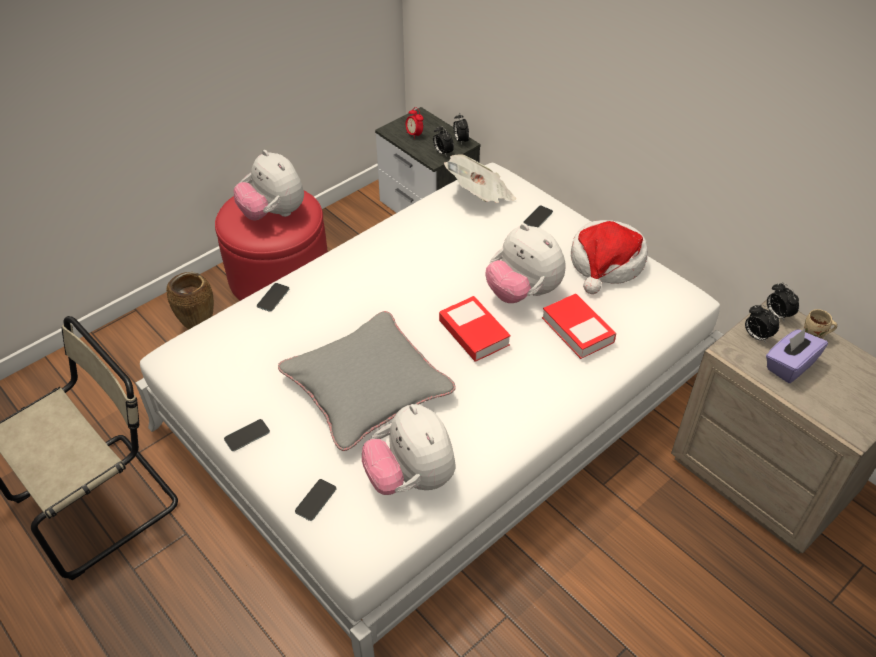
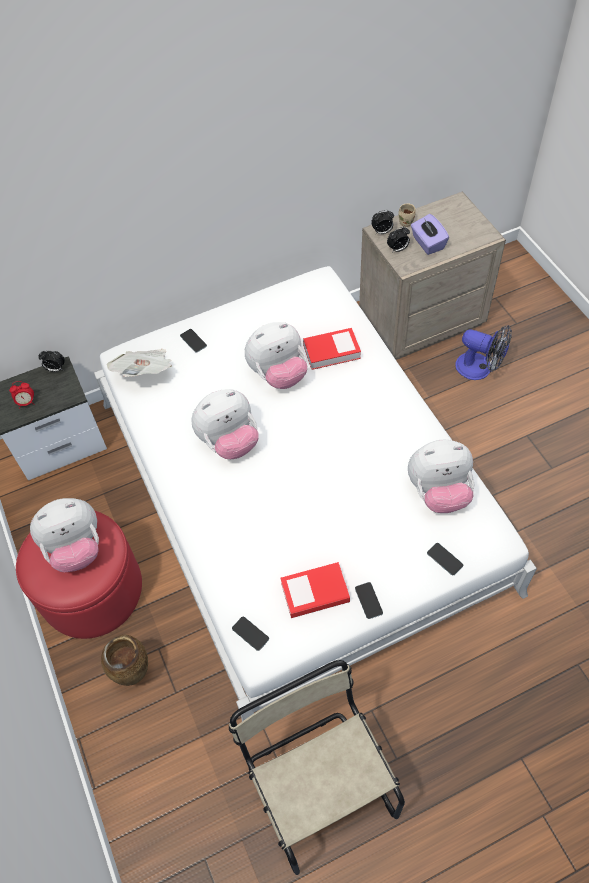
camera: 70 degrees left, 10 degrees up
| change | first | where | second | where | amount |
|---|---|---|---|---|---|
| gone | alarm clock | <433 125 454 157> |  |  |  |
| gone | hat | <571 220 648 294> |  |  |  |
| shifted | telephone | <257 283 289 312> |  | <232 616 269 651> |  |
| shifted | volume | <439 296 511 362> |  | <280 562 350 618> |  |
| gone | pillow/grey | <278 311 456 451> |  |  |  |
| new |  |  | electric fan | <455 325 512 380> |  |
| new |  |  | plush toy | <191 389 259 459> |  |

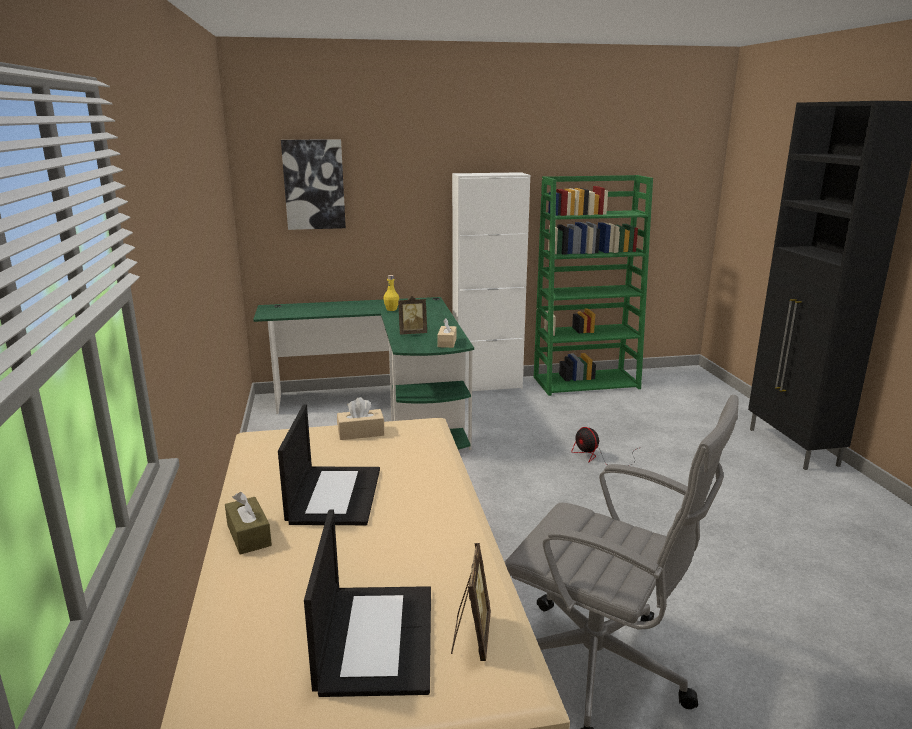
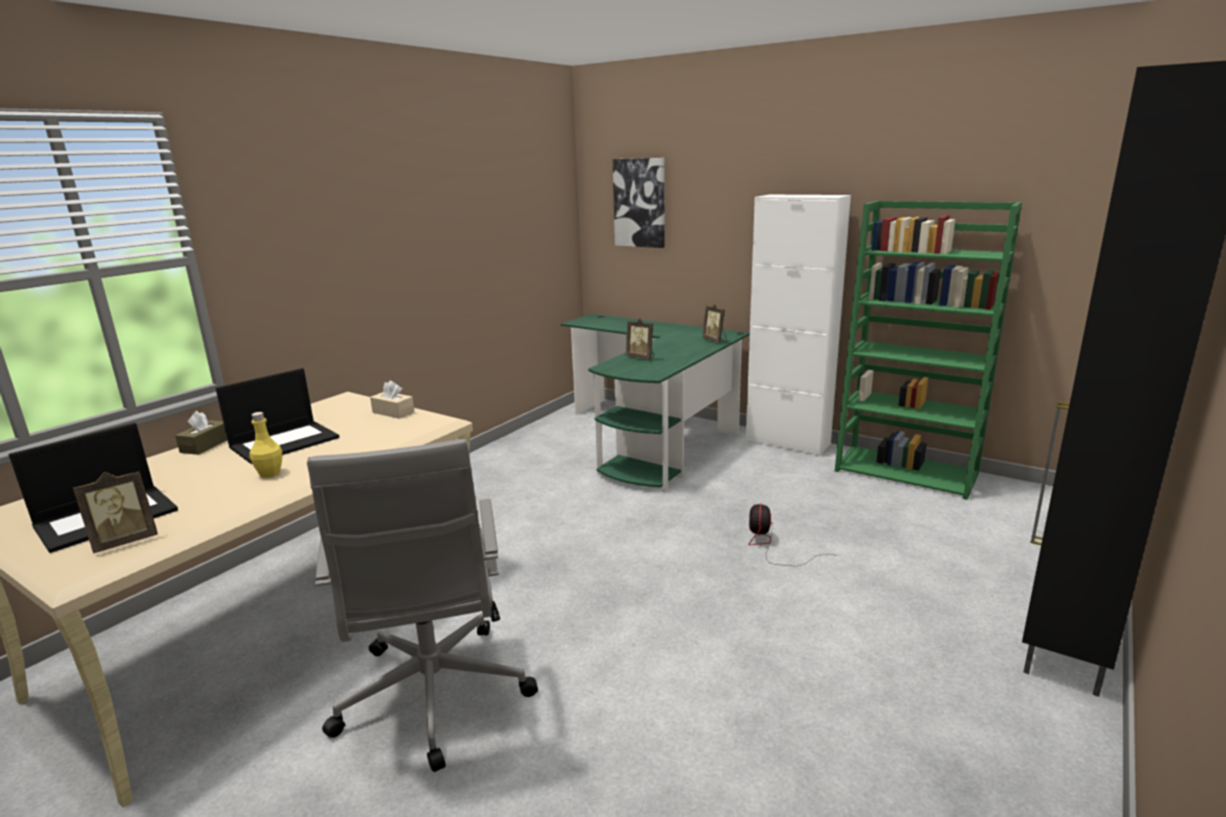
camera: 45 degrees right, 0 degrees up
| change | first | where | second | where | amount |
|---|---|---|---|---|---|
| shifted | drink bottle/yellowish | <383 275 399 311> |  | <250 412 282 478> |  |
| gone | box of tissues/beige-coloured | <437 318 457 348> |  |  |  |
| new |  |  | picture frame | <702 304 727 343> |  |

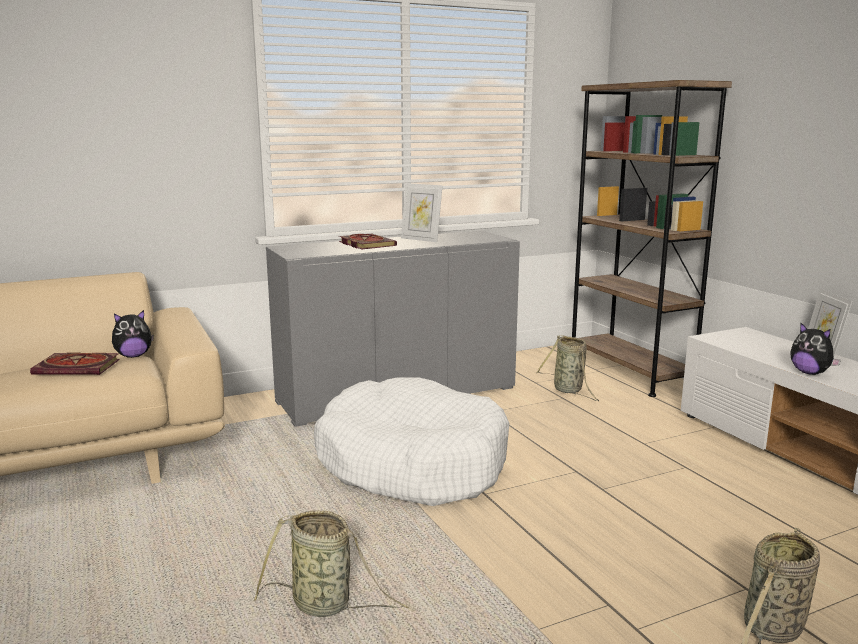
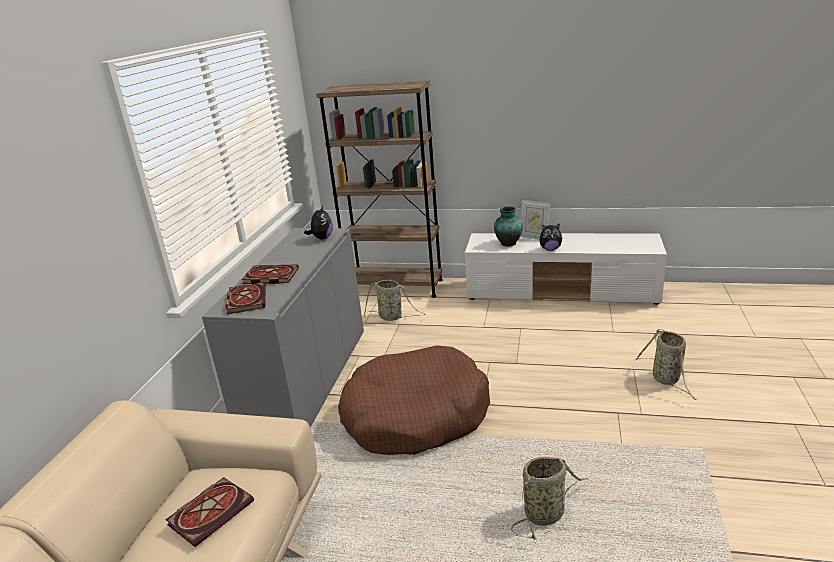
camera: 50 degrees left, 10 degrees up
| change | first | where | second | where | amount |
|---|---|---|---|---|---|
| gone | picture frame | <401 183 443 242> |  |  |  |
| shifted | plush toy | <112 310 154 358> |  | <304 205 333 240> |  |
| repainted | dog bed/white-coloured | <314 377 509 506> | dog bed/brown-coloured | <338 345 490 455> |  |
| new |  |  | flower vase | <494 206 523 246> |  |
| new |  |  | volume | <226 282 266 314> |  |

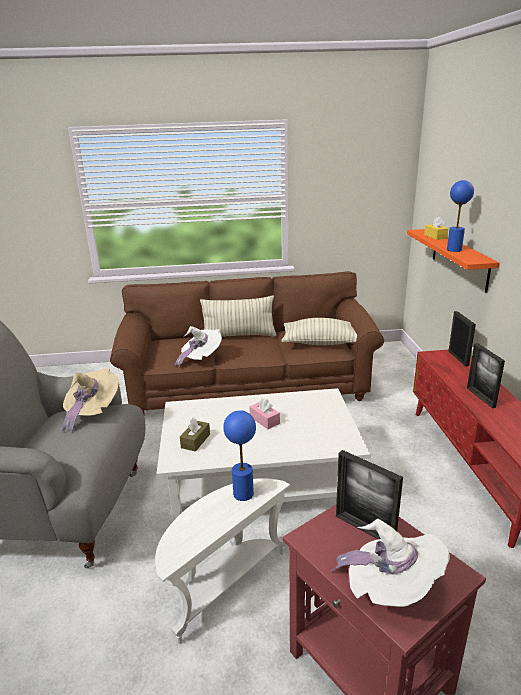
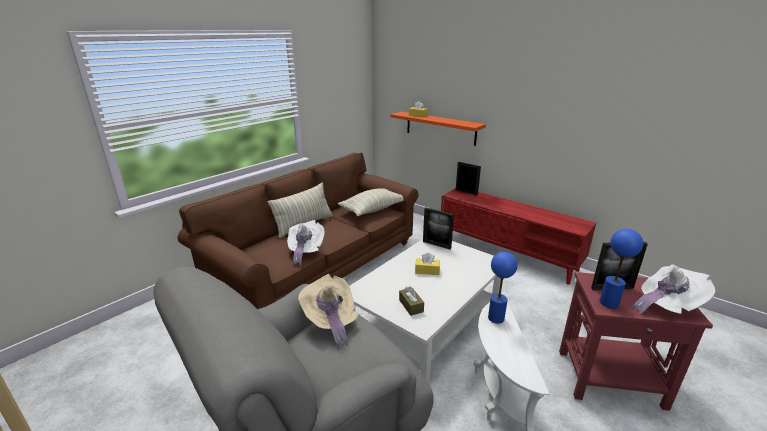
camera: 45 degrees left, 0 degrees up
| change | first | where | second | where | amount |
|---|---|---|---|---|---|
| shifted | lamp for a table/blue | <447 180 474 252> |  | <600 229 643 308> |  |
| shifted | picture frame | <467 343 505 408> |  | <423 208 454 249> |  |
| repainted | box of tissues/pink-coloured | <249 398 280 429> | box of tissues/yellowish | <415 253 440 275> |  |

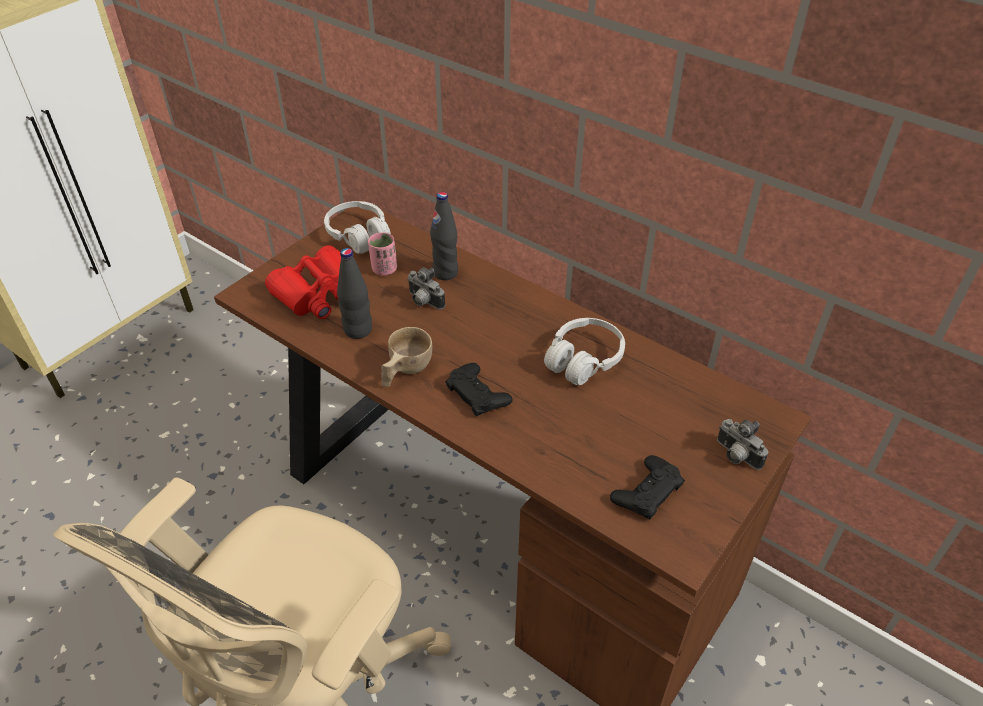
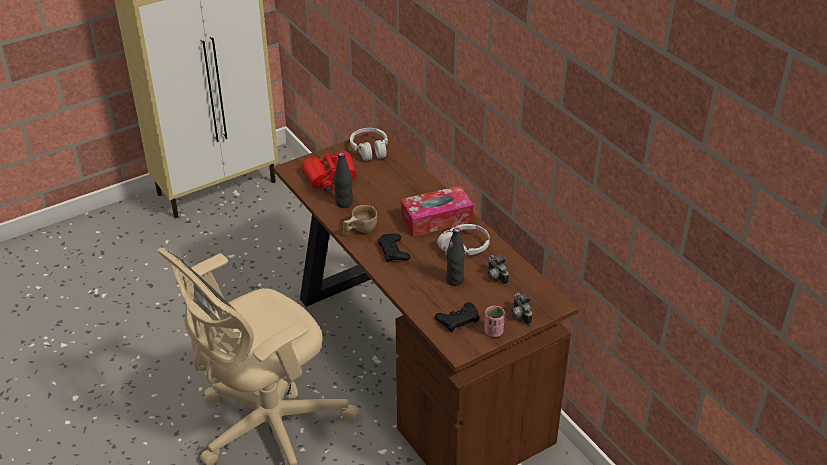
camera: 20 degrees right, 5 degrees down
| change | first | where | second | where | amount |
|---|---|---|---|---|---|
| shifted | drink bottle/black-coloured | <430 192 458 280> |  | <446 228 465 286> |  |
| shifted | small cup/pink-coloured | <368 232 397 276> |  | <484 306 505 337> |  |
| shifted | photo camera | <407 267 445 309> |  | <488 255 509 285> |  |
| new |  |  | box of tissues | <401 186 473 237> |  |

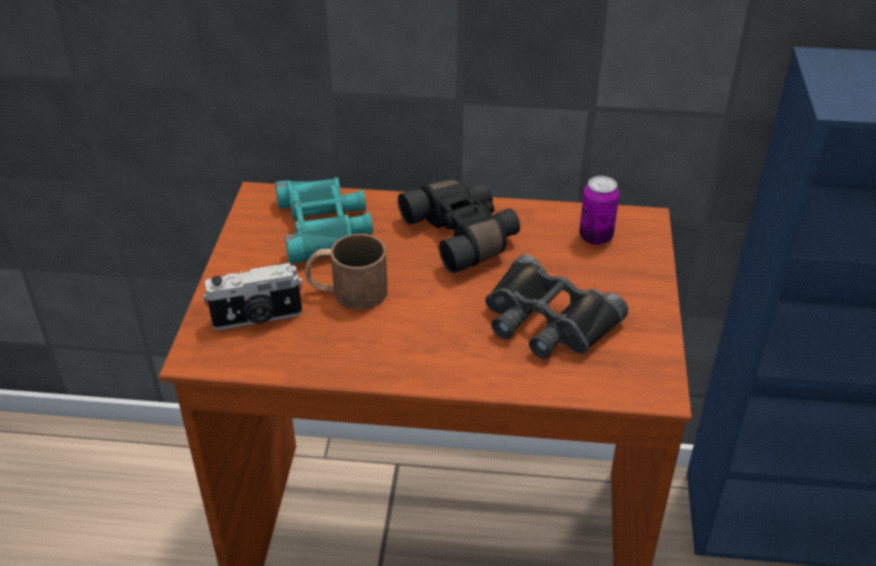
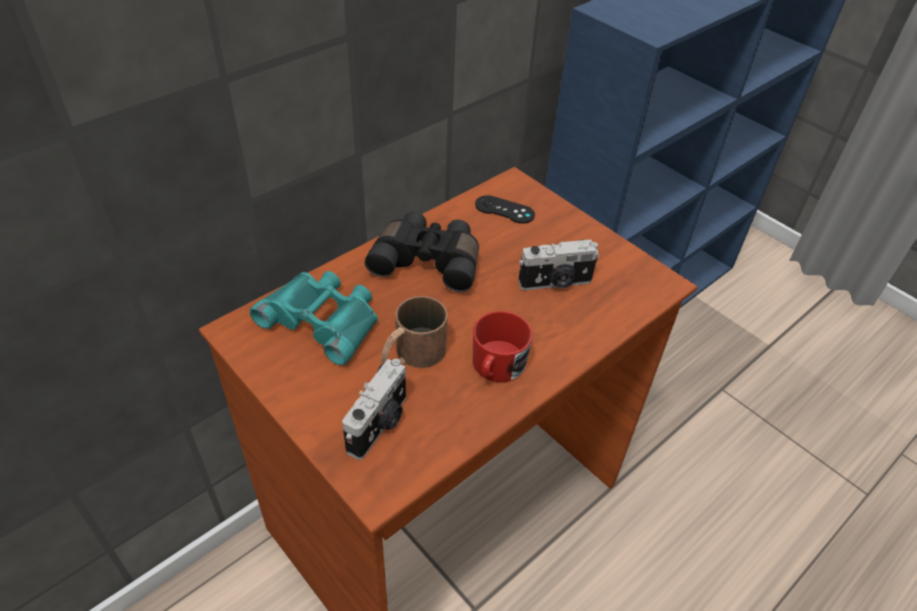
camera: 50 degrees left, 5 degrees up
| change | first | where | second | where | amount |
|---|---|---|---|---|---|
| swapped | metal can | <579 176 620 245> | gamepad/black-coloured | <475 195 535 224> |  |
| swapped | binoculars/black-coloured | <485 254 628 359> | photo camera | <518 239 599 290> |  |
| new |  |  | coffee mug/red | <473 311 533 382> |  |

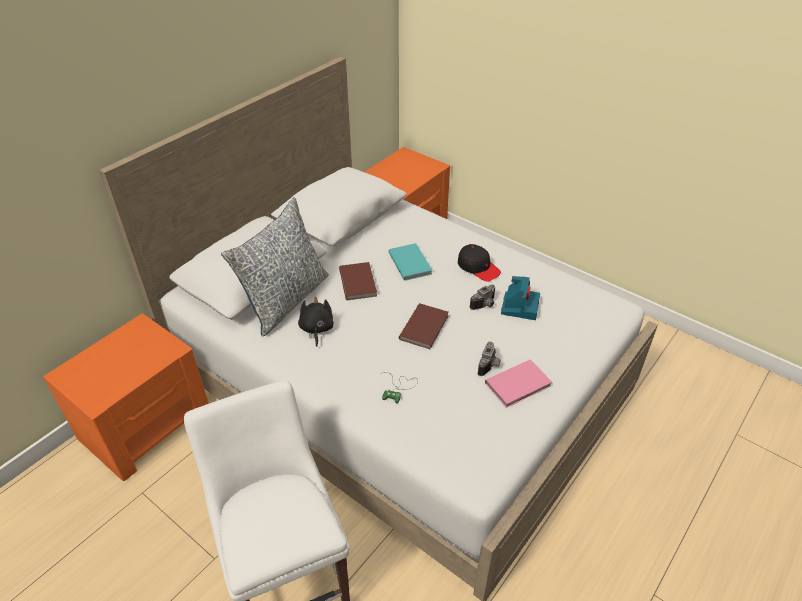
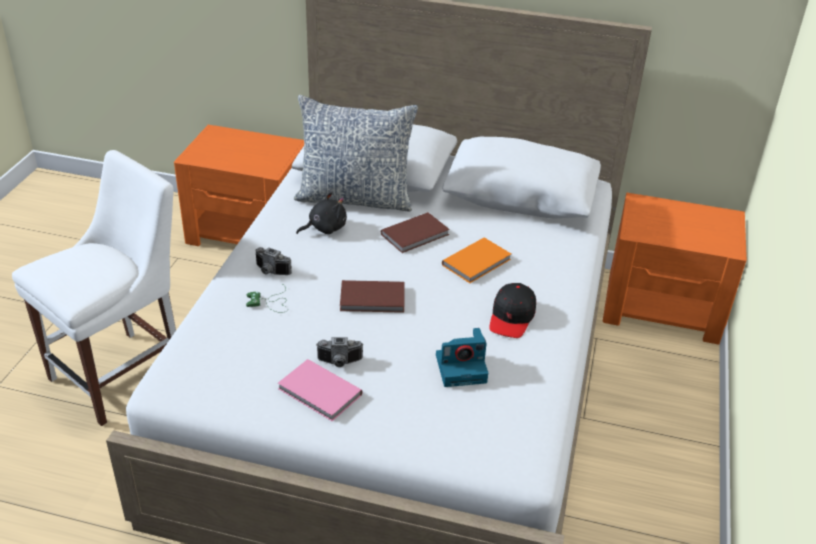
camera: 65 degrees right, 5 degrees down
| change | first | where | second | where | amount |
|---|---|---|---|---|---|
| repainted | volume/blue-green | <388 243 432 281> | volume/orange-coloured | <442 237 511 283> |  |
| shifted | photo camera | <470 285 495 310> |  | <255 247 292 275> |  |

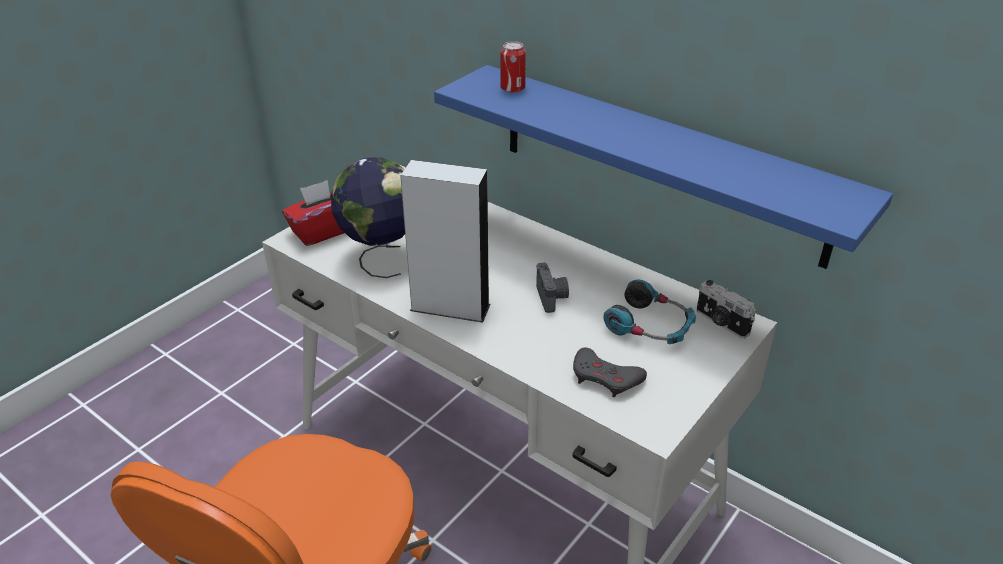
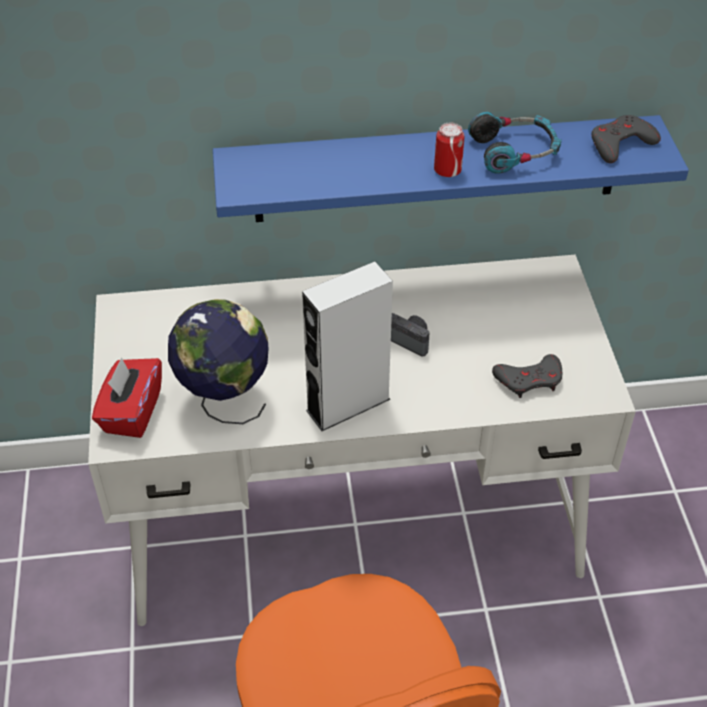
camera: 45 degrees left, 10 degrees up
| change | first | where | second | where | amount |
|---|---|---|---|---|---|
| shifted | metal can | <500 41 526 93> |  | <434 123 464 177> |  |
| shifted | headset | <603 280 696 344> |  | <468 112 562 174> |  |
| gone | photo camera | <696 280 756 339> |  |  |  |
| new |  |  | gamepad/grey | <592 115 661 163> |  |

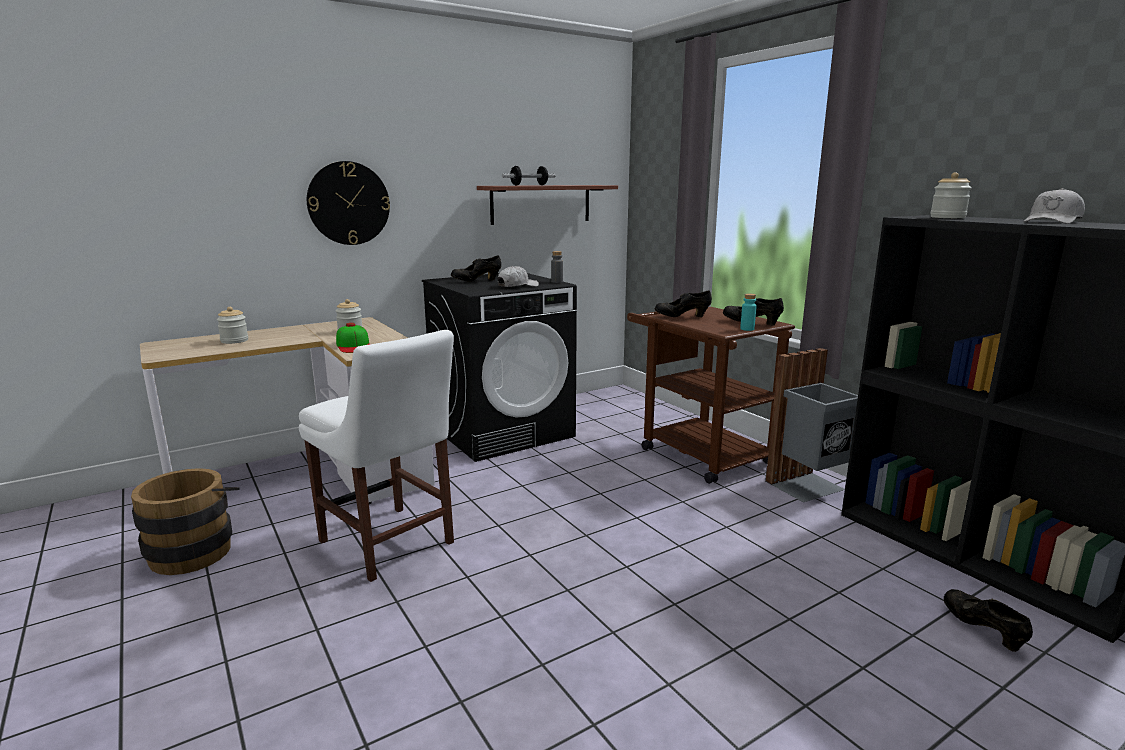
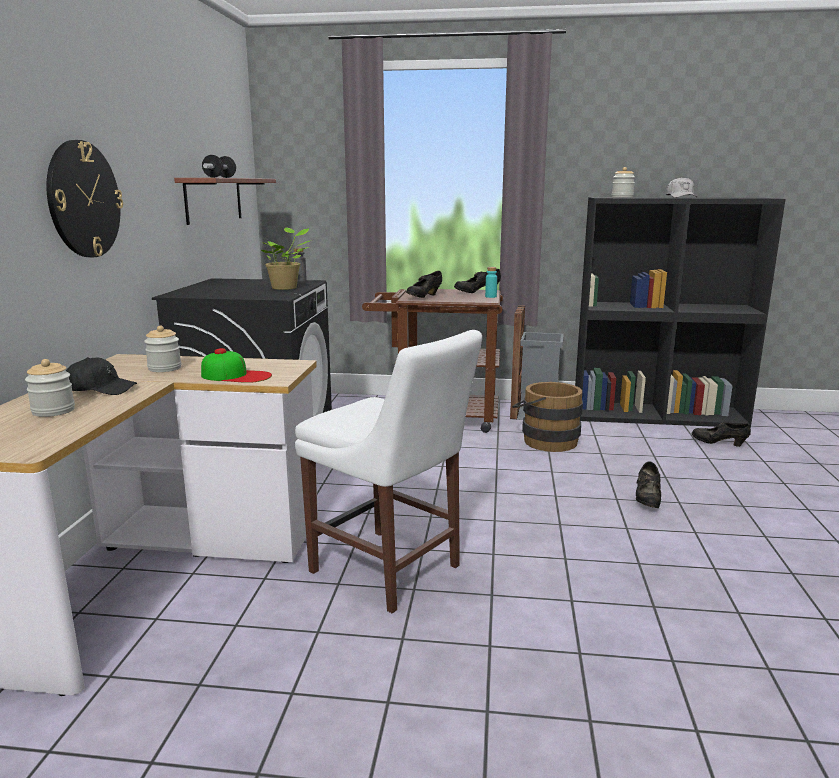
camera: 50 degrees left, 0 degrees up
| change | first | where | second | where | amount |
|---|---|---|---|---|---|
| shifted | low shoe/black-coloured | <451 255 501 282> |  | <636 461 661 508> |  |
| swapped | baseball cap/white-coloured | <497 266 539 287> | houseplant | <261 227 312 290> |  |
| rotated | plain chair/white-coloured | <299 330 454 582> |  | <295 330 482 613> | 45 degrees clockwise |
| shifted | water bucket/brown-coloured | <131 468 240 575> |  | <512 382 583 452> |  |
| new |  |  | baseball cap/black-coloured | <66 357 137 395> |  |

